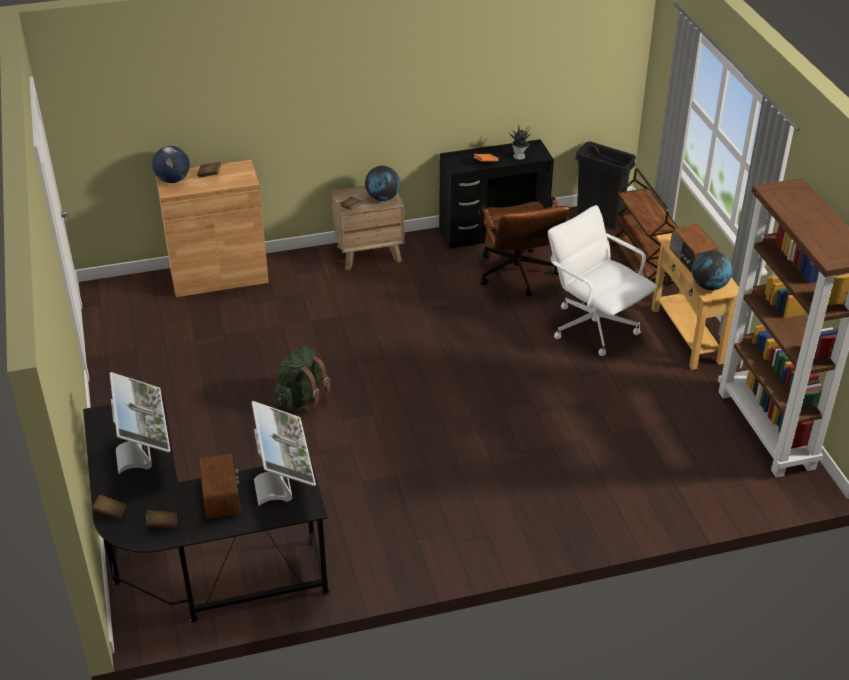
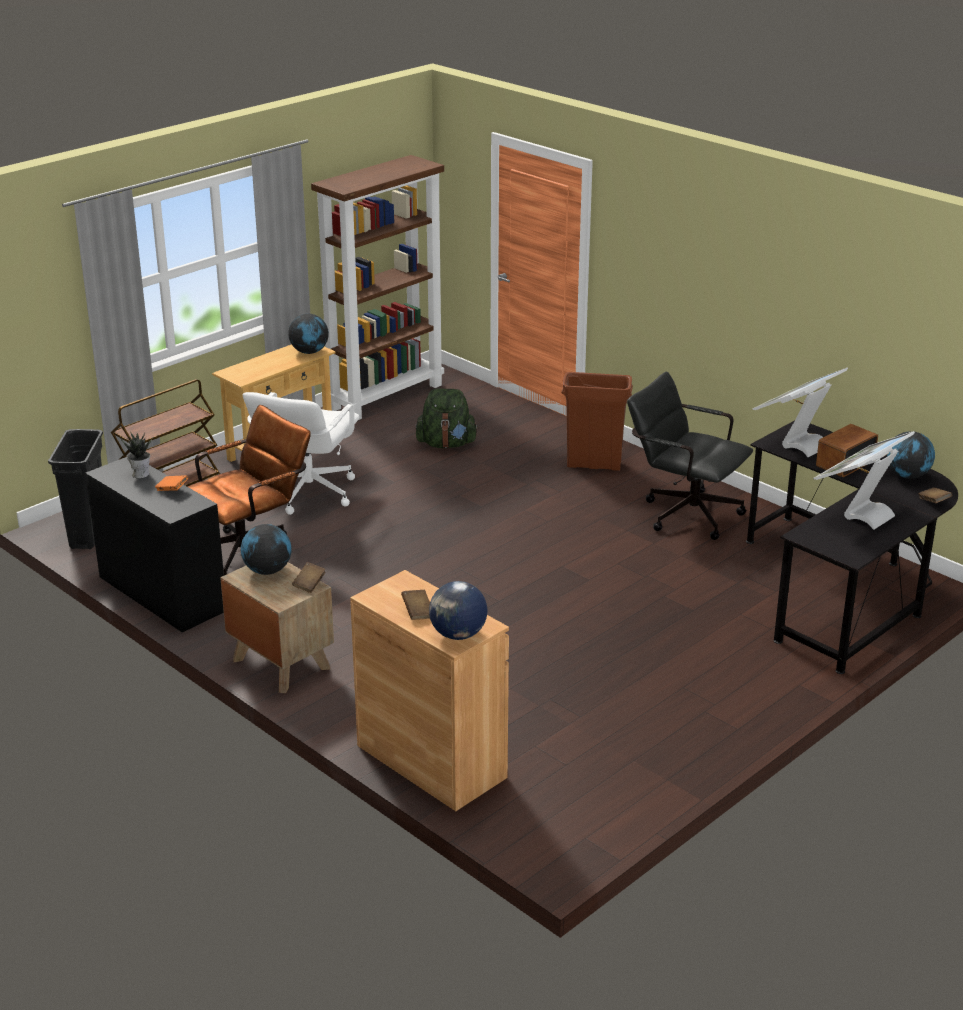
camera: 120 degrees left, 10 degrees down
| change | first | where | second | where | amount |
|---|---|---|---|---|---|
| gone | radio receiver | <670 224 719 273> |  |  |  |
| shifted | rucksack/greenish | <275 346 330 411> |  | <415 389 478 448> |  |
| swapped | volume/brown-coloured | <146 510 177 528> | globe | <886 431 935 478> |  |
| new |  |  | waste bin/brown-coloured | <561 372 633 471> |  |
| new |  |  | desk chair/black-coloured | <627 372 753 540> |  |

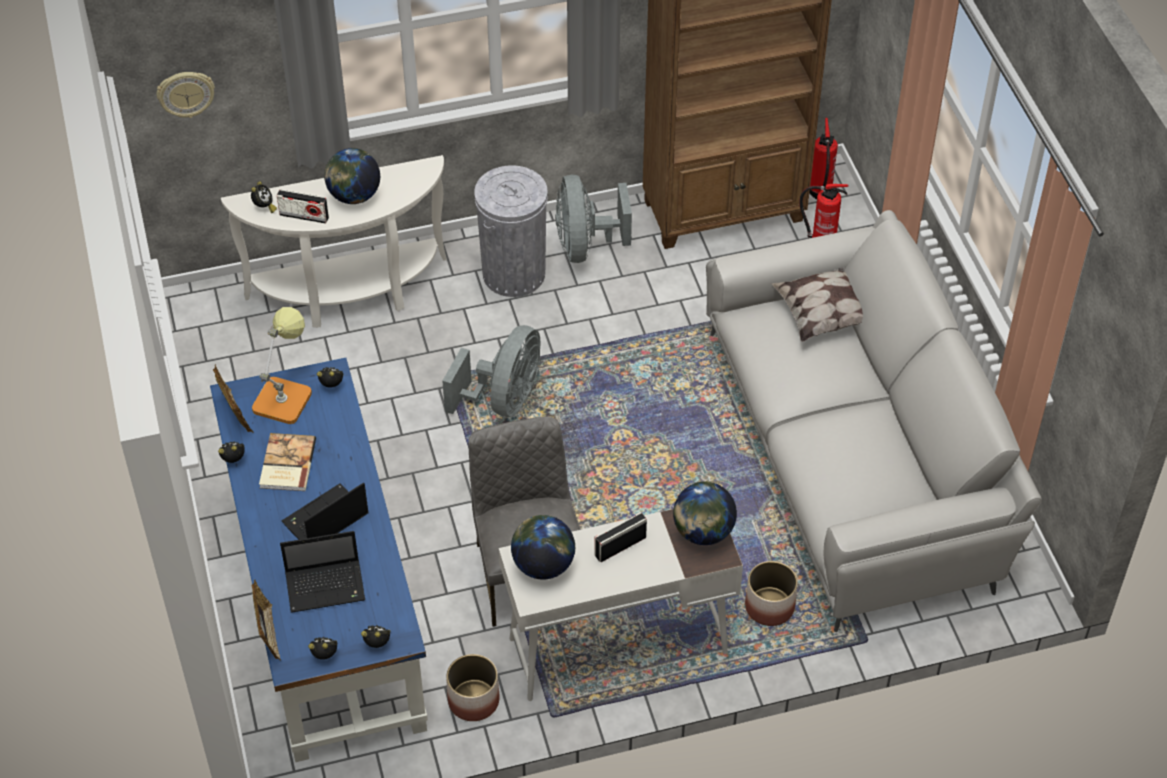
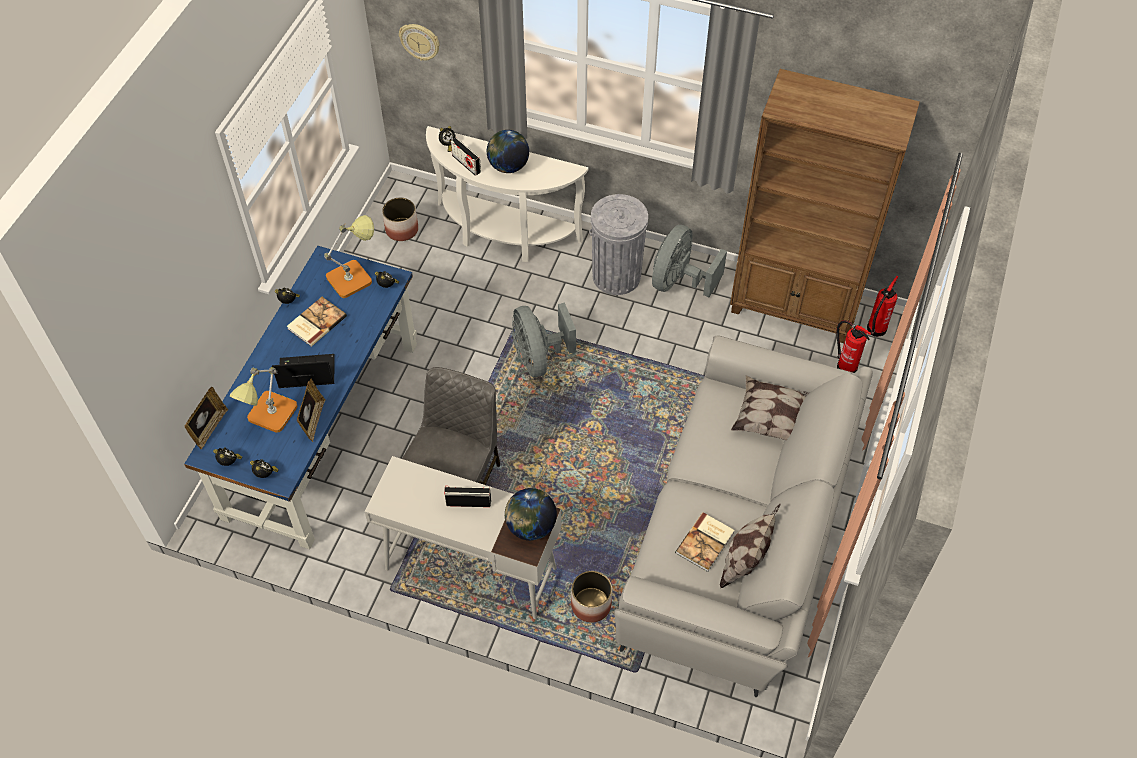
camera: 35 degrees right, 5 degrees up
| change | first | where | second | where | amount |
|---|---|---|---|---|---|
| rotated | electric fan/grey | <442 325 540 417> |  | <512 303 576 377> | 105 degrees clockwise |
| shifted | picture frame | <213 364 254 433> |  | <297 378 326 442> |  |
| gone | globe | <511 515 575 580> |  |  |  |
| swapped | portable computer | <280 531 365 613> | lamp for a table | <230 367 297 433> |  |
| shifted | flower pot | <446 654 500 721> |  | <382 198 418 241> |  |
| new |  |  | pillow | <720 504 780 589> |  |
| new |  |  | volume | <675 512 734 572> |  |

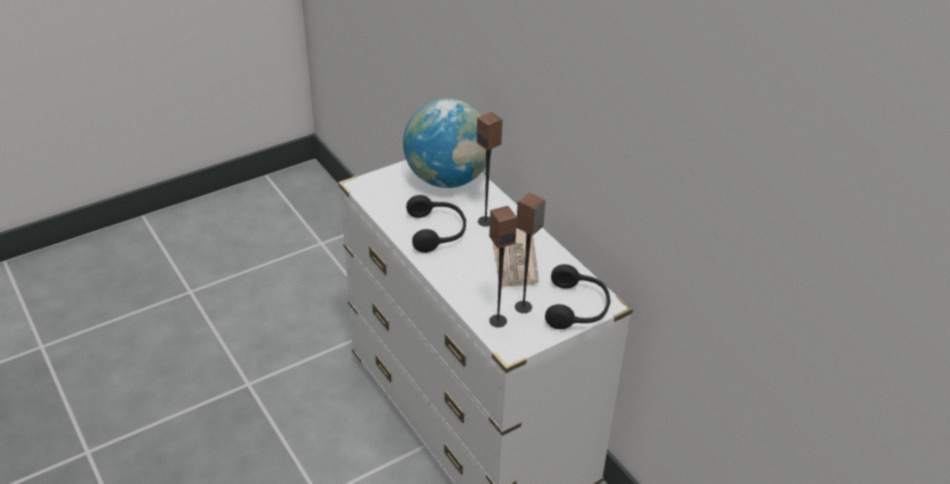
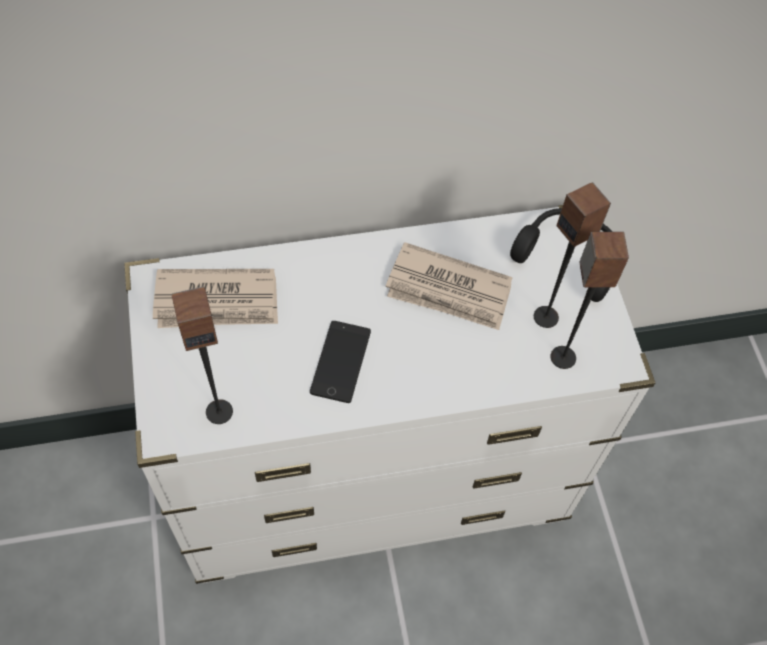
camera: 70 degrees left, 20 degrees up
| change | first | where | second | where | amount |
|---|---|---|---|---|---|
| swapped | globe | <403 98 492 188> | newspaper | <153 269 278 328> |  |
| shifted | loudspeaker | <477 112 503 227> |  | <172 286 233 424> |  |
| swapped | headset/black-coloured | <406 195 466 253> | telephone | <310 321 371 403> |  |

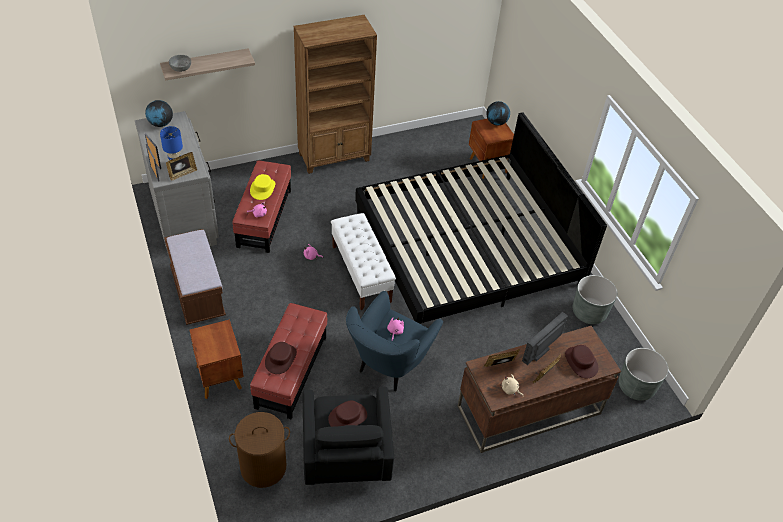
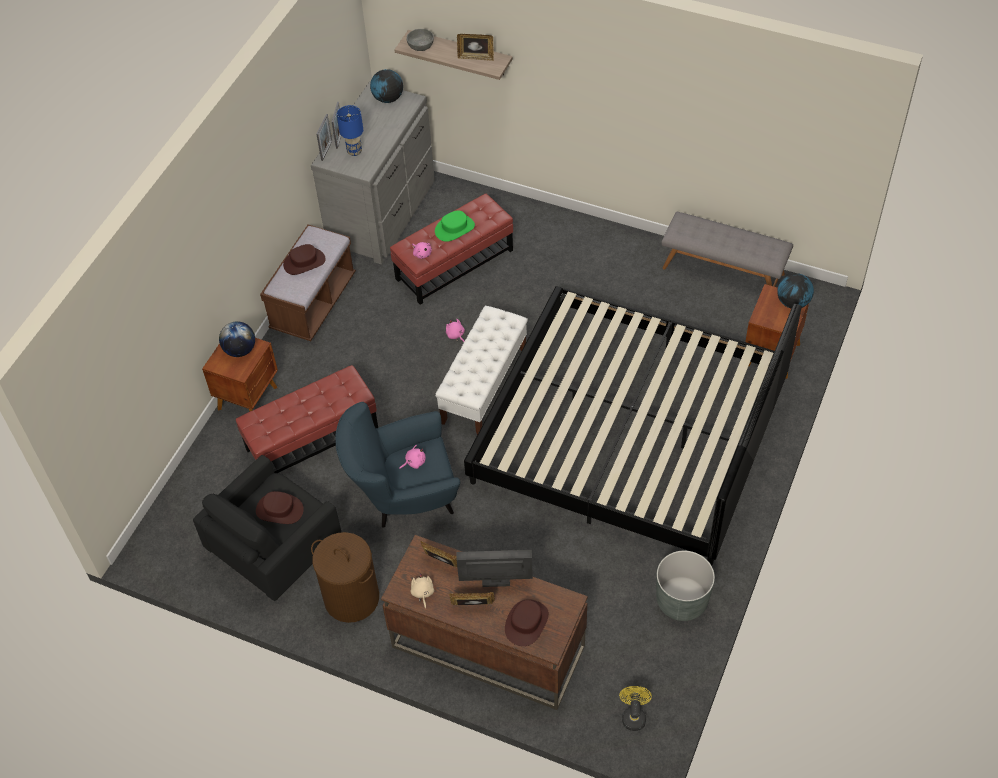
camera: 50 degrees right, 5 degrees up
| change | first | where | second | where | amount |
|---|---|---|---|---|---|
| gone | shelving unit/brown-coloured | <294 15 377 174> |  |  |  |
| shifted | picture frame | <166 152 197 181> |  | <457 34 494 61> |  |
| repainted | hat/yellowish | <250 174 275 200> | hat/greenish | <435 210 475 242> |  |
| shifted | hat/brown-coloured | <265 342 297 374> |  | <283 244 326 275> |  |
| swapped | flower pot/grey | <619 348 668 401> | electric fan/yellowish | <619 686 652 731> |  |
| shifted | washing basket/brown-coloured | <229 412 290 488> |  | <311 532 379 623> |  |
| new |  |  | bench/grey | <661 212 793 287> |  |
| new |  |  | globe | <219 321 255 357> |  |

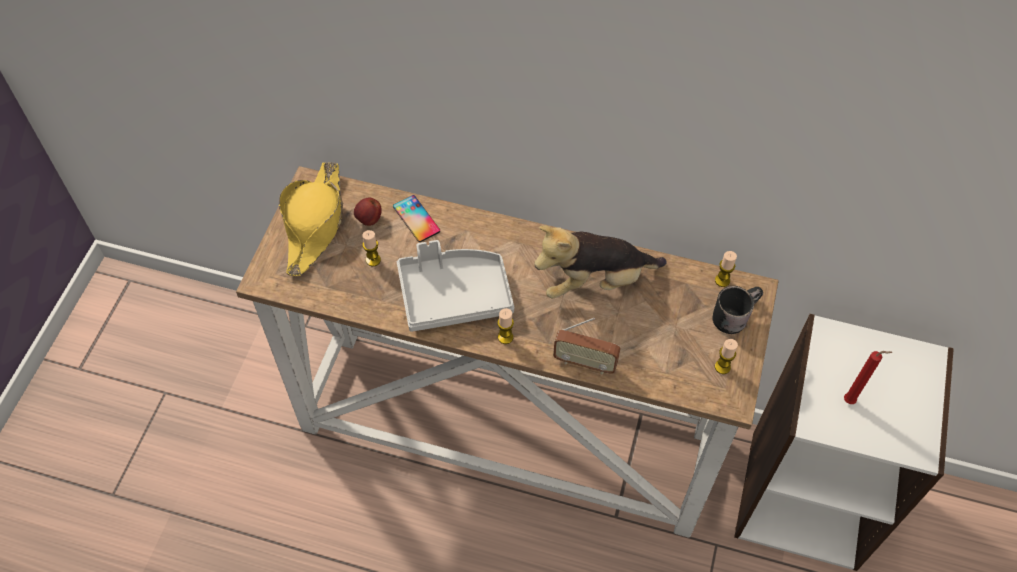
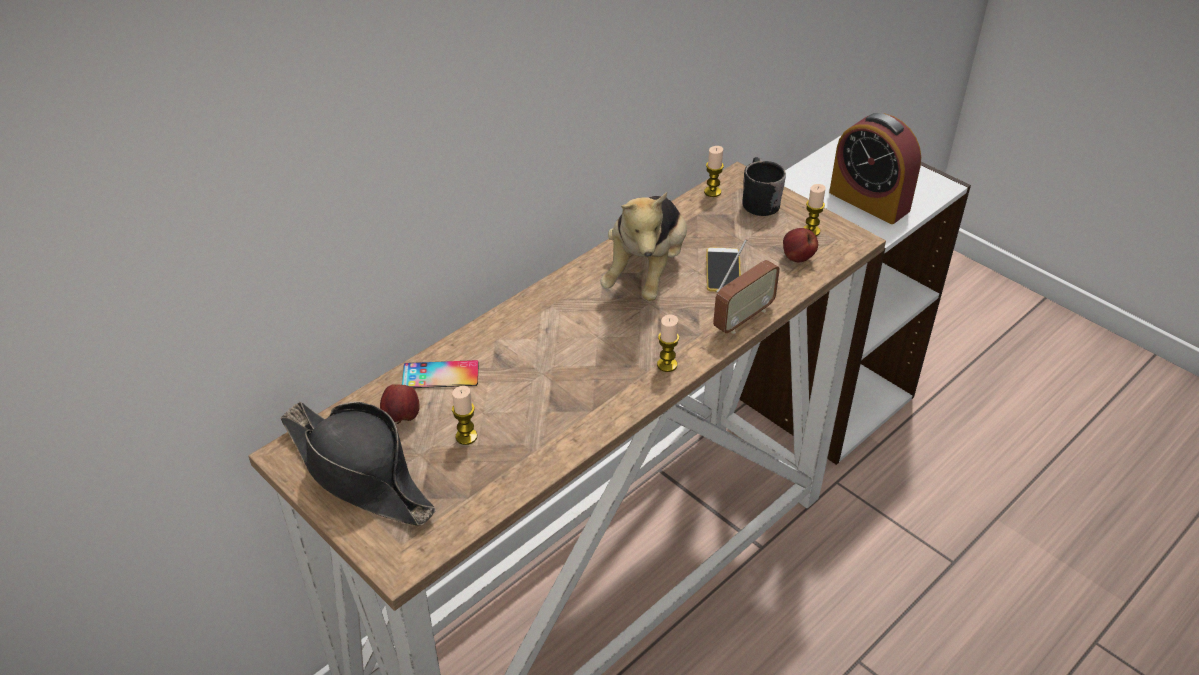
camera: 60 degrees left, 15 degrees down
| change | first | where | second | where | amount |
|---|---|---|---|---|---|
| repainted | hat/yellowish | <279 162 343 276> | hat/black-coloured | <280 401 436 525> |  |
| gone | carrying tray/grey | <397 240 514 332> |  |  |  |
| swapped | wax candle/red | <844 351 892 404> | alarm clock | <829 113 921 224> |  |
| new |  |  | whole apple | <783 228 818 262> |  |
| new |  |  | telephone | <706 247 741 292> |  |

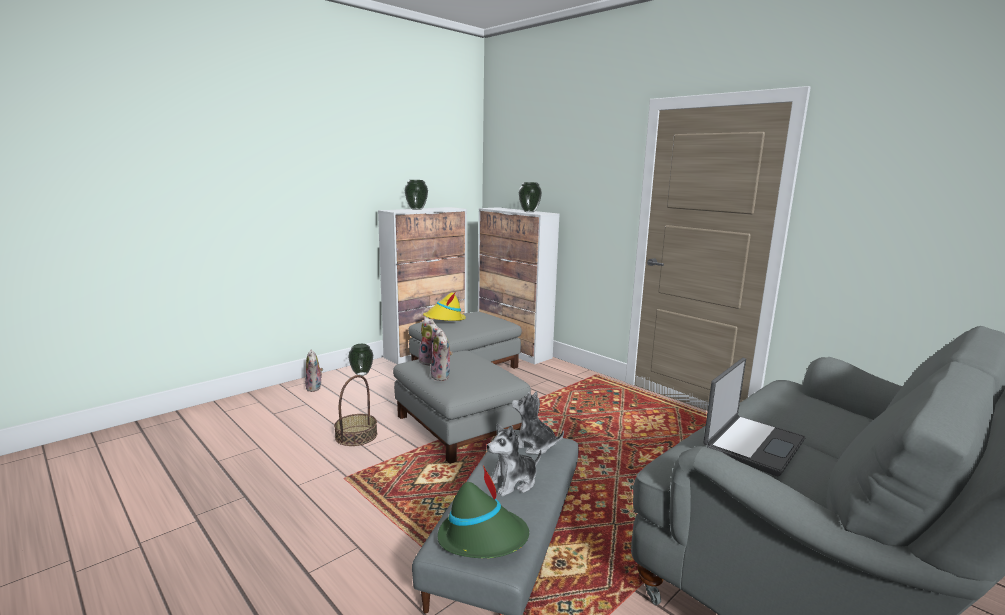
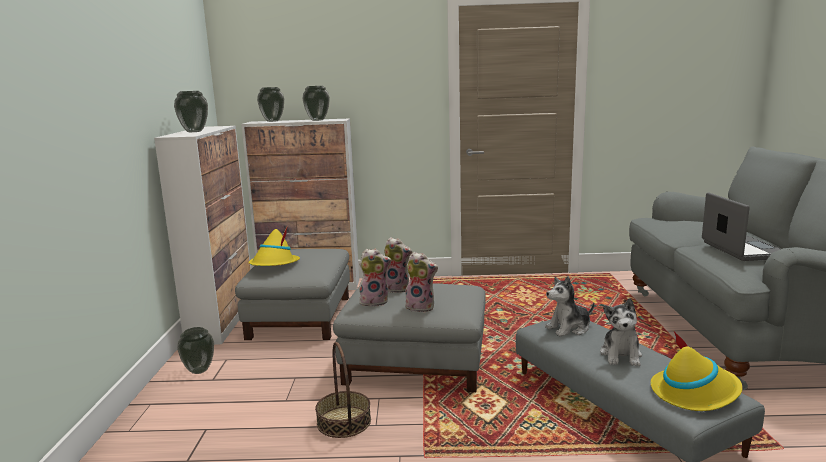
camera: 45 degrees left, 0 degrees up
| change | first | where | second | where | amount |
|---|---|---|---|---|---|
| shifted | plush toy | <305 350 323 392> |  | <384 237 412 293> |  |
| repainted | hat/greenish | <438 465 529 558> | hat/yellowish | <651 332 743 411> |  |
| new |  |  | flower vase | <257 87 284 122> |  |

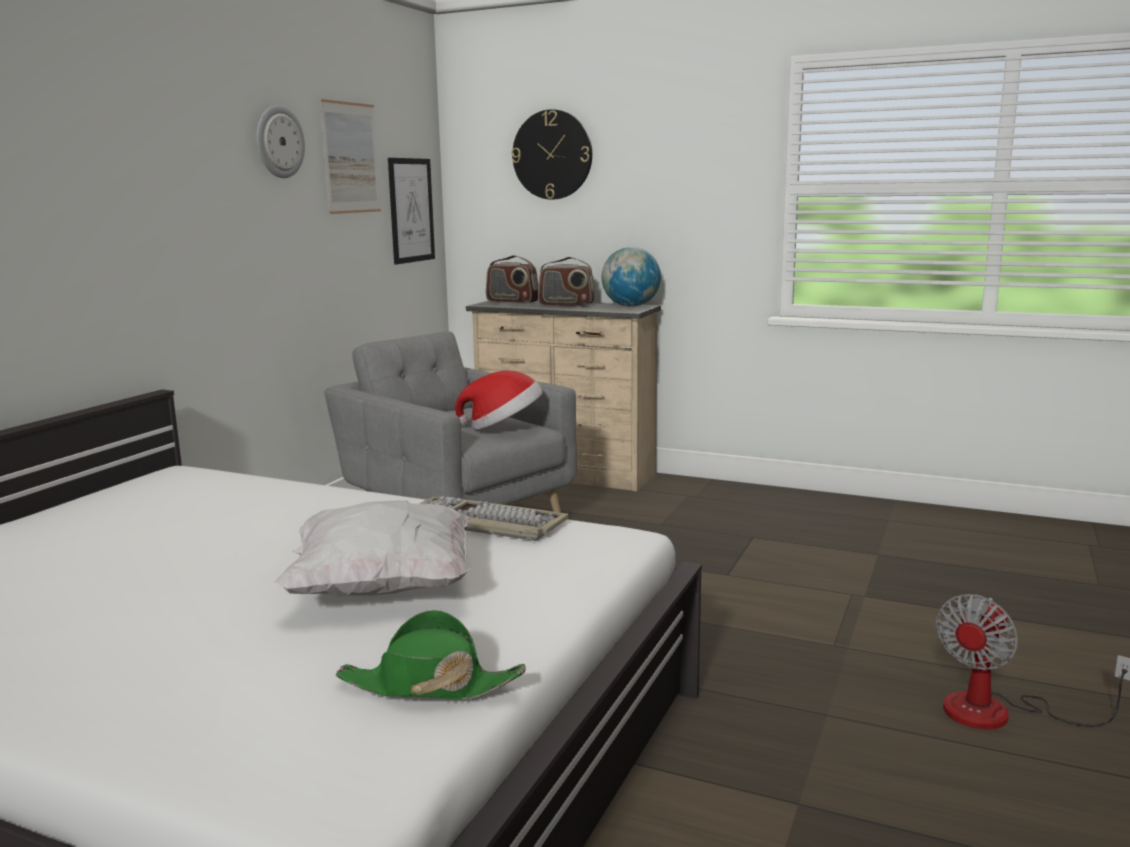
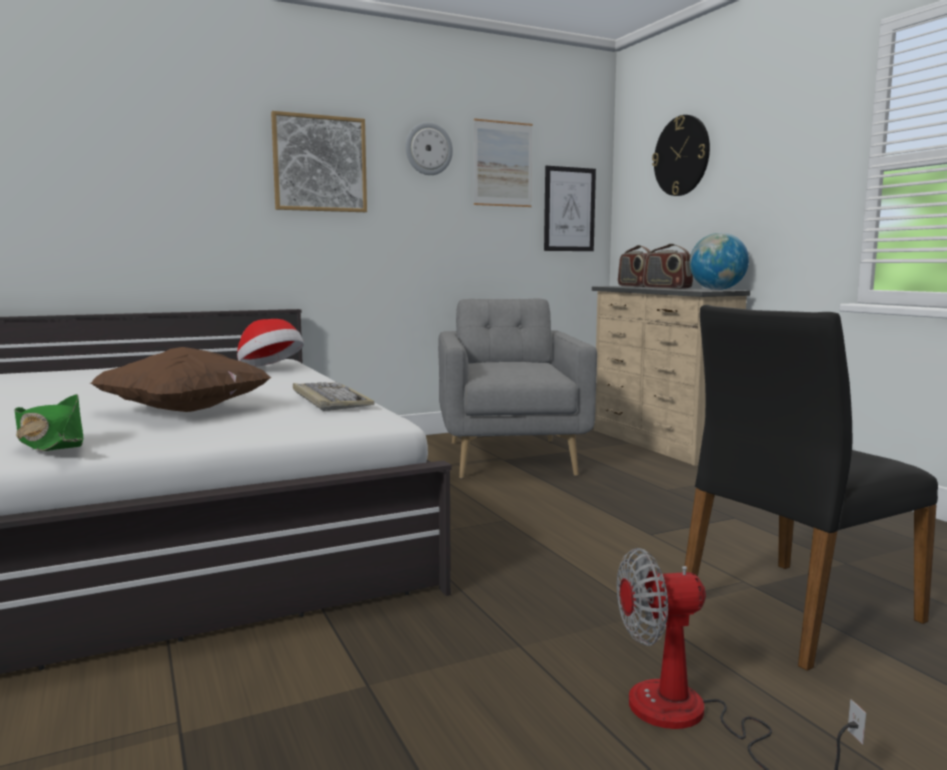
camera: 40 degrees right, 5 degrees down
| change | first | where | second | where | amount |
|---|---|---|---|---|---|
| shifted | hat | <455 370 543 429> |  | <237 319 304 367> |  |
| repainted | pillow/white-coloured | <274 500 472 597> | pillow/brown-coloured | <90 347 272 412> |  |
| new |  |  | wall art | <271 111 367 212> |  |
| new |  |  | plain chair/black-coloured | <684 305 938 671> |  |

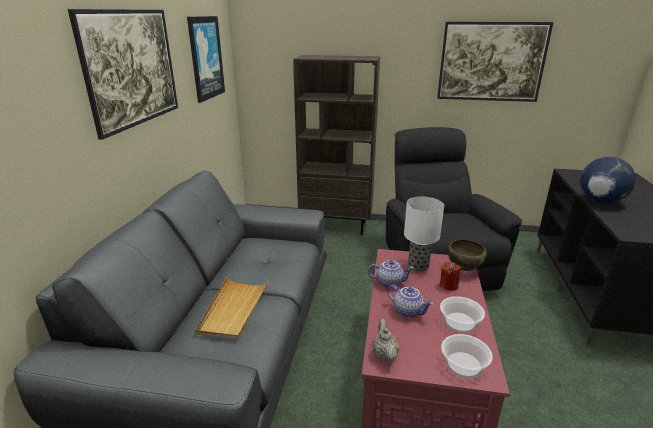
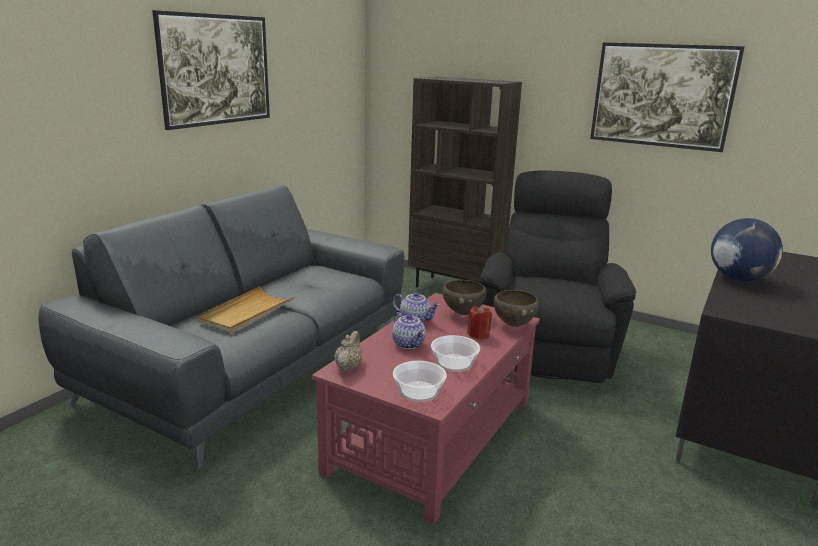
camera: 20 degrees right, 5 degrees down
| change | first | where | second | where | amount |
|---|---|---|---|---|---|
| gone | wall art | <187 16 225 103> |  |  |  |
| swapped | lamp for a table | <404 197 444 272> | bowl/brown-coloured | <442 280 486 315> |  |

